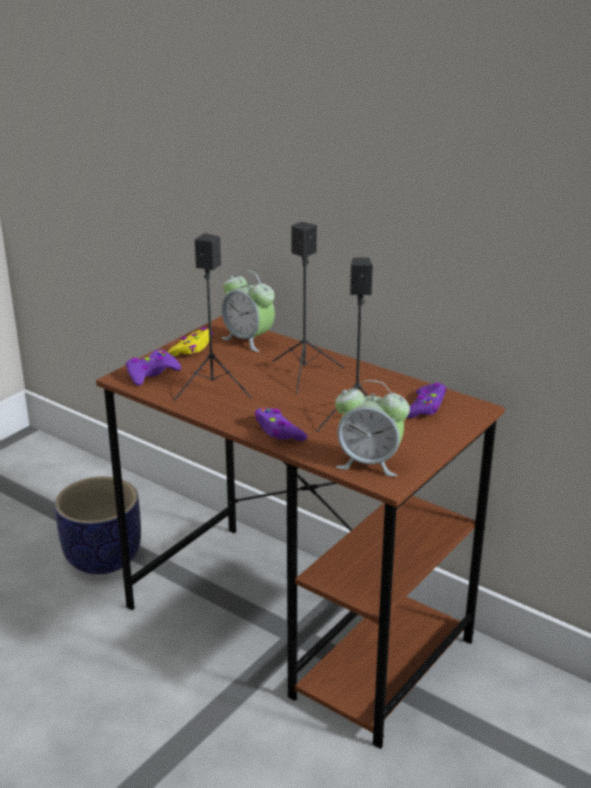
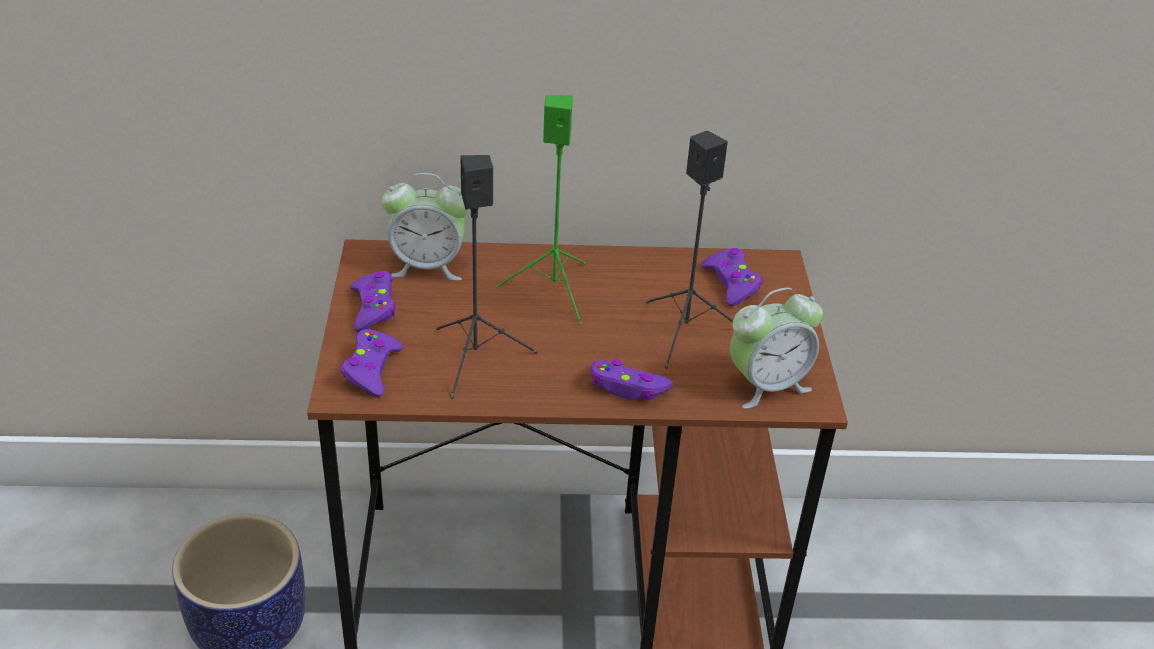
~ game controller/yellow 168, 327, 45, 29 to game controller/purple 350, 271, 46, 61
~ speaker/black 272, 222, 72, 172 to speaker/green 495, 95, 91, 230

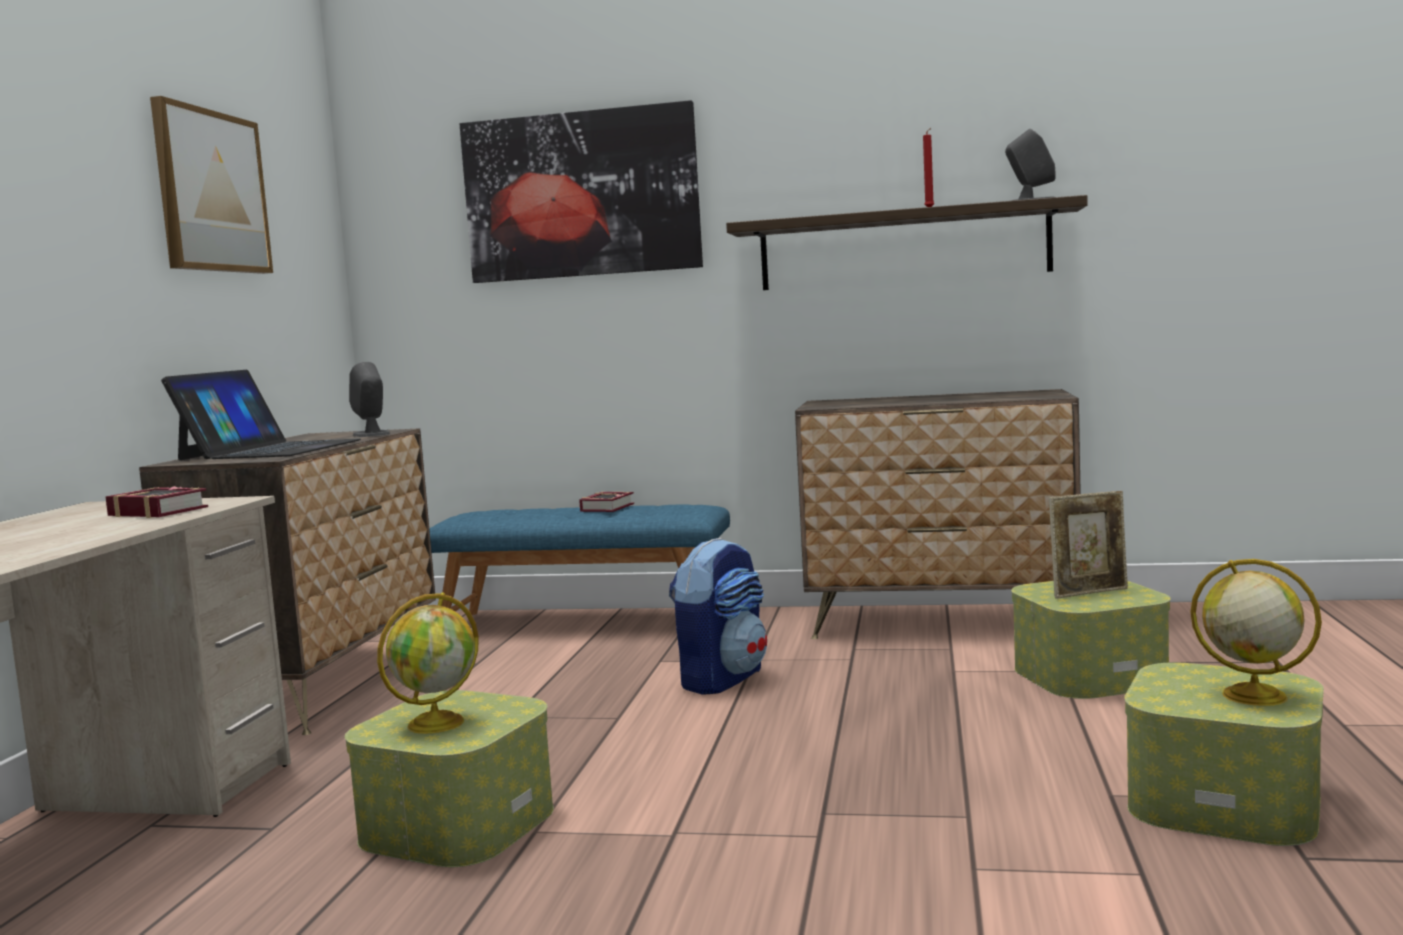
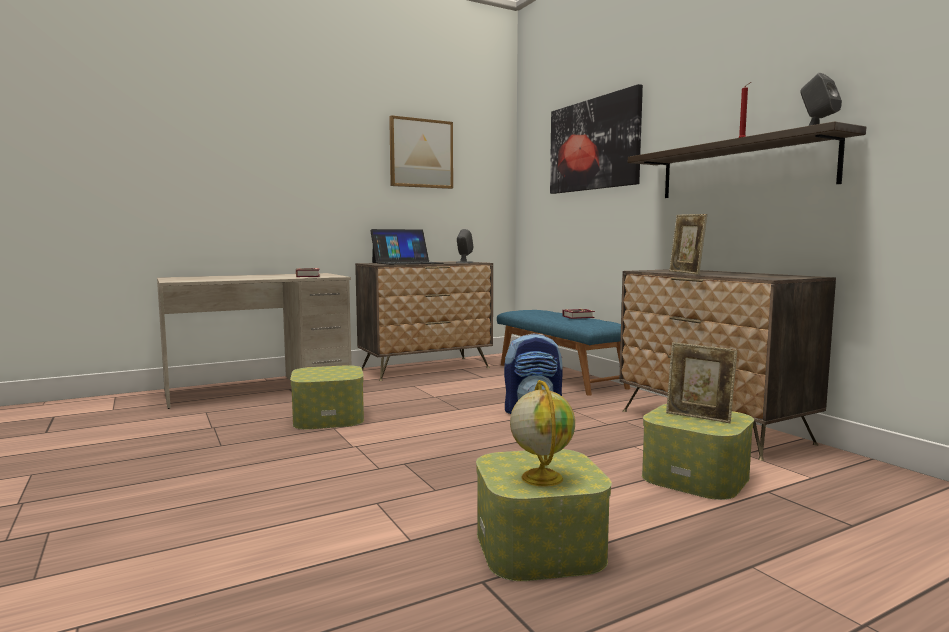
- globe 377, 592, 102, 142
+ picture frame 669, 214, 38, 61

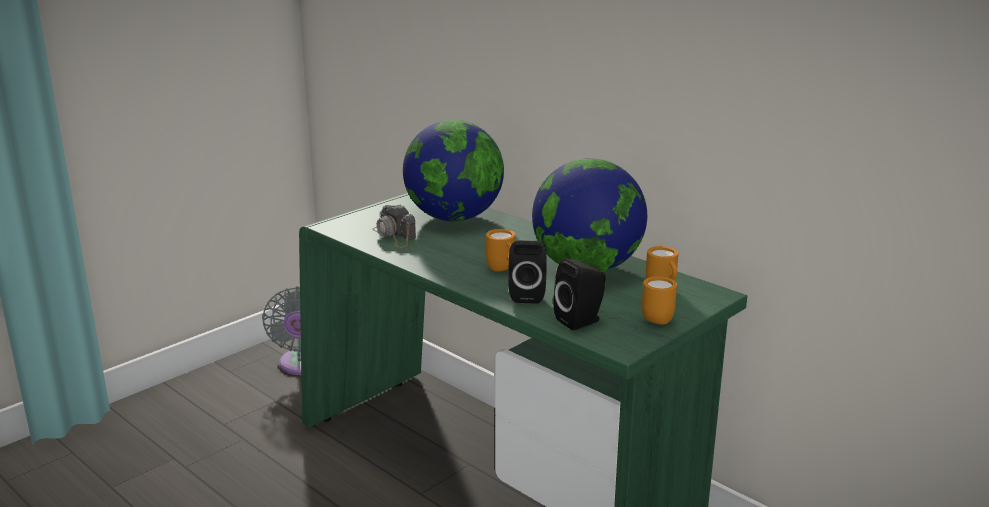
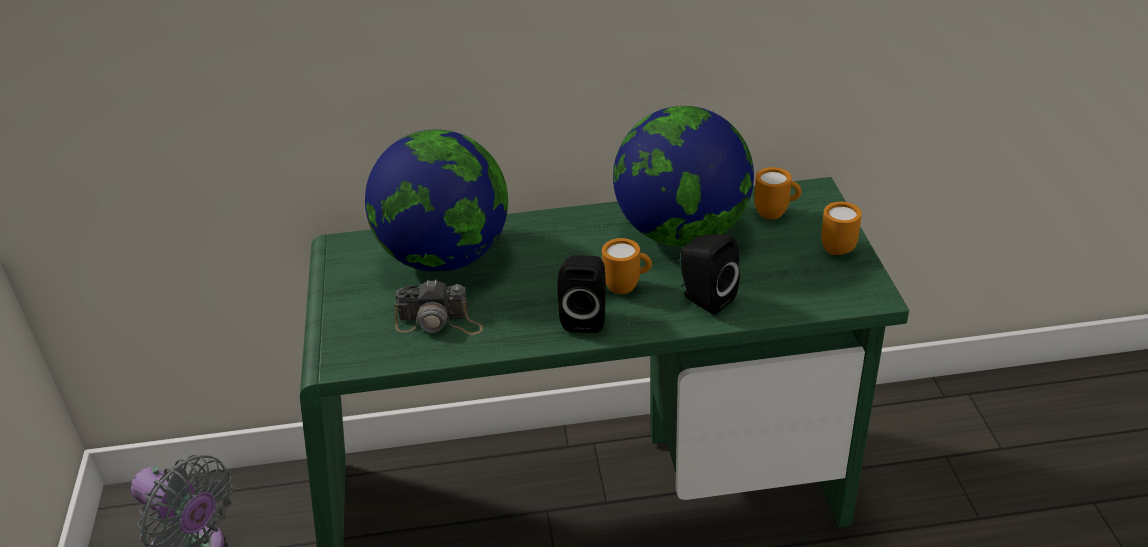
~ speaker/black 553, 258, 52, 72 to 557, 255, 49, 78

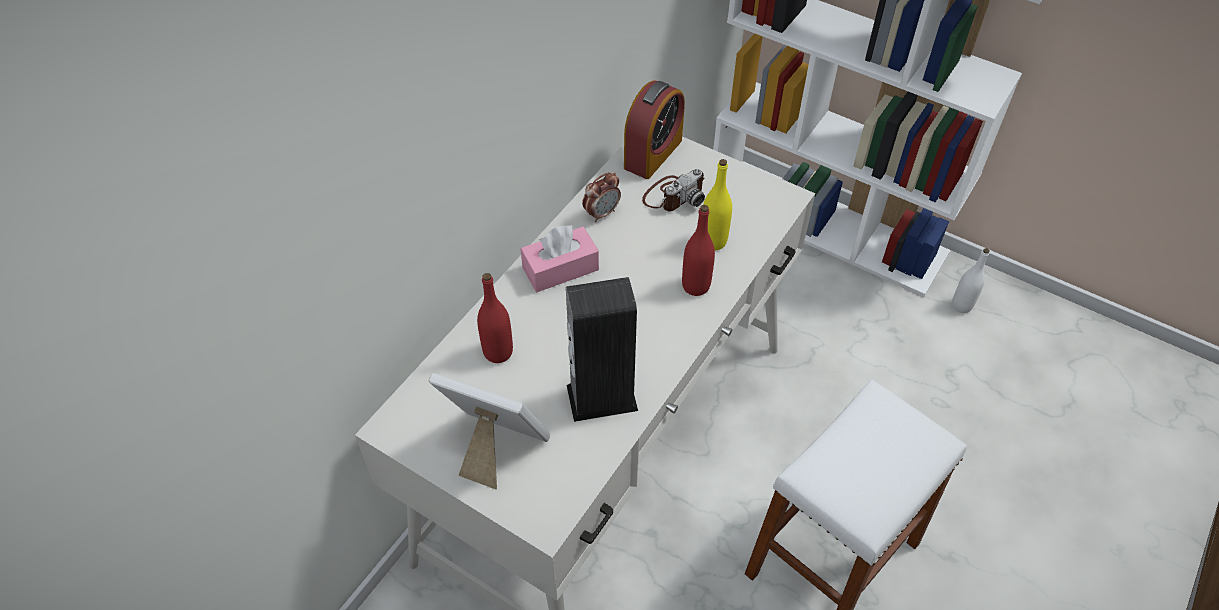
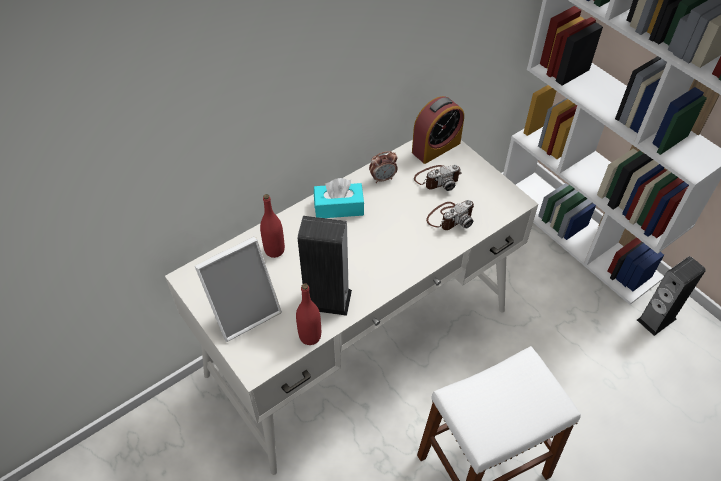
~ picture frame 429, 373, 121, 116 = 195, 237, 87, 105 105 degrees clockwise
~ tissue box/pink 521, 225, 78, 67 to tissue box/turquoise 314, 178, 50, 40
~ bottle/red 682, 205, 33, 91 to 296, 283, 25, 62
~ bottle/yellow 703, 159, 29, 91 to photo camera 426, 200, 48, 30
~ bottle/white 952, 248, 37, 65 to speaker 637, 256, 69, 80

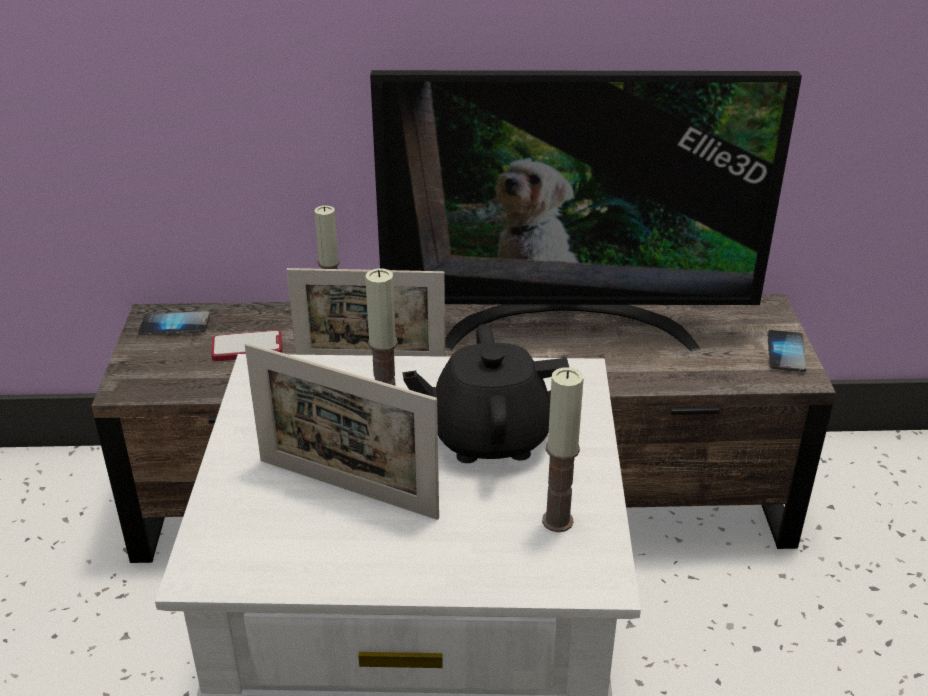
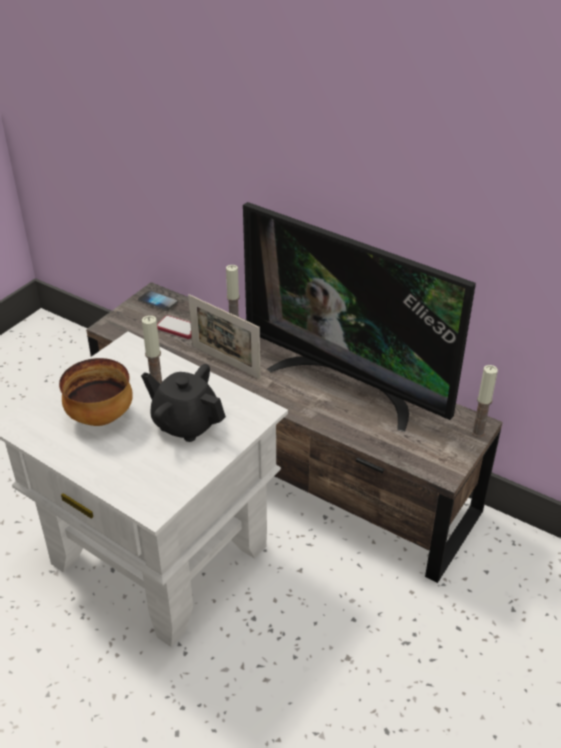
~ picture frame 245, 343, 194, 177 to bowl 59, 358, 74, 68
~ candle 542, 367, 42, 165 to 471, 365, 27, 72
- phone 767, 330, 40, 42

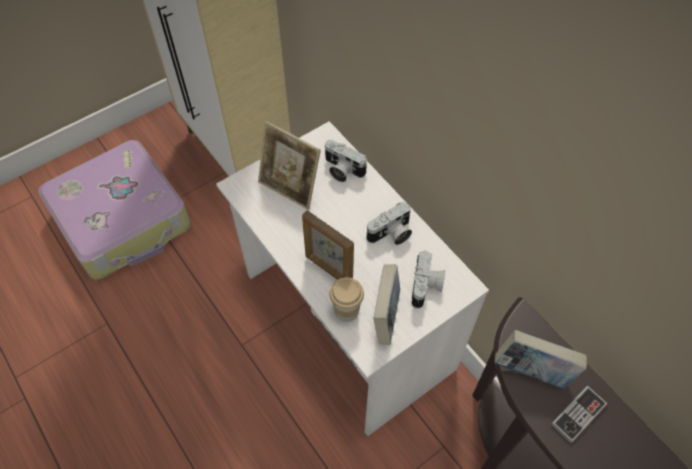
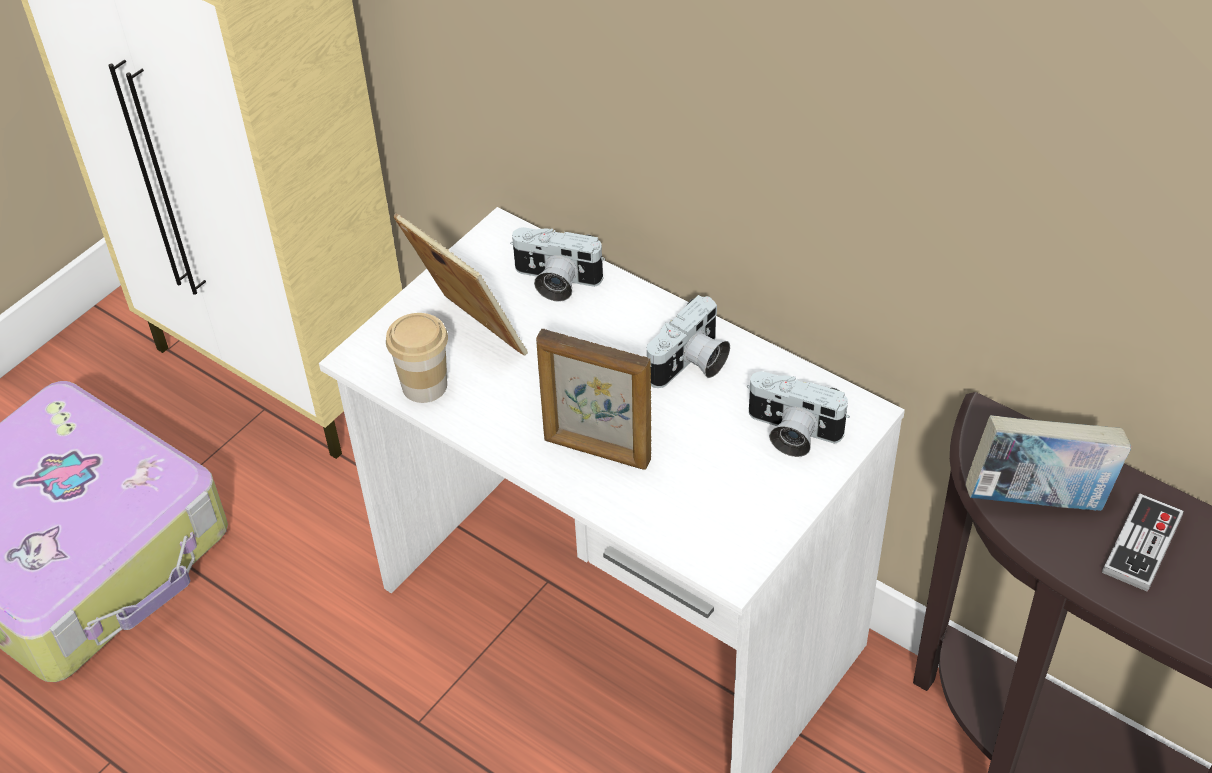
~ picture frame 258, 121, 63, 89 = 393, 213, 135, 143 150 degrees counterclockwise
~ cup 329, 277, 35, 45 to 386, 313, 62, 90
- book 373, 264, 27, 81
~ photo camera 412, 251, 33, 57 = 747, 371, 103, 86 120 degrees clockwise

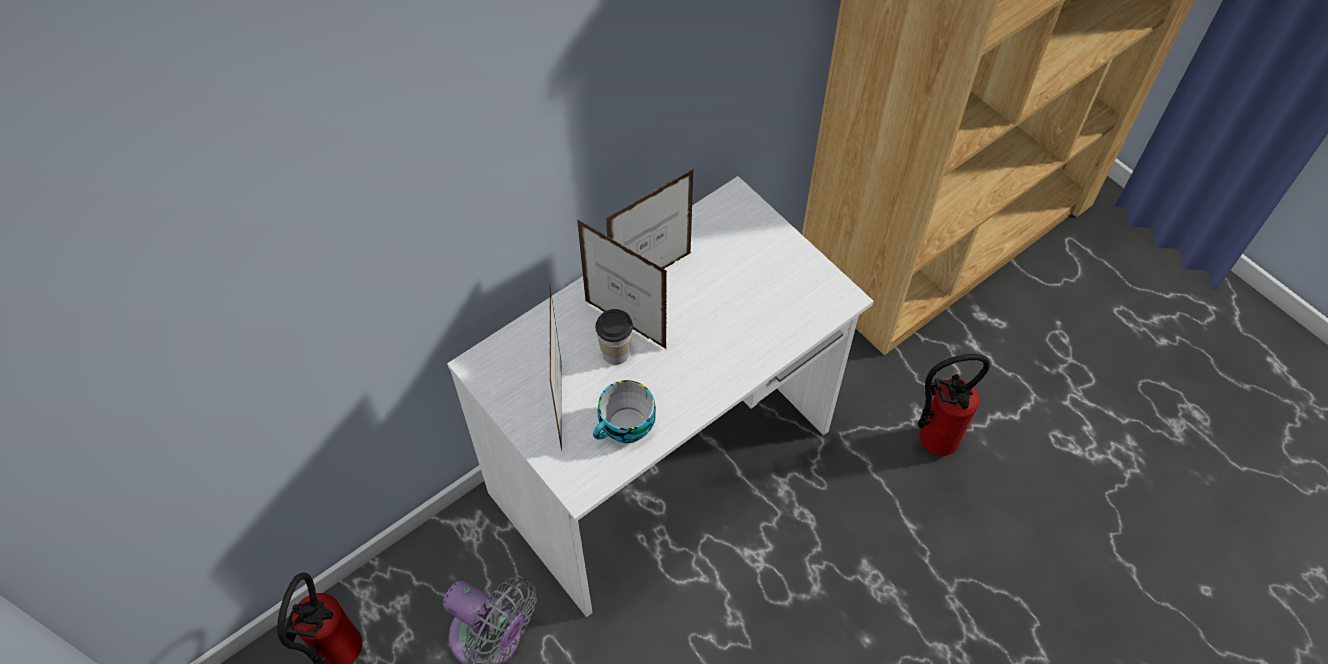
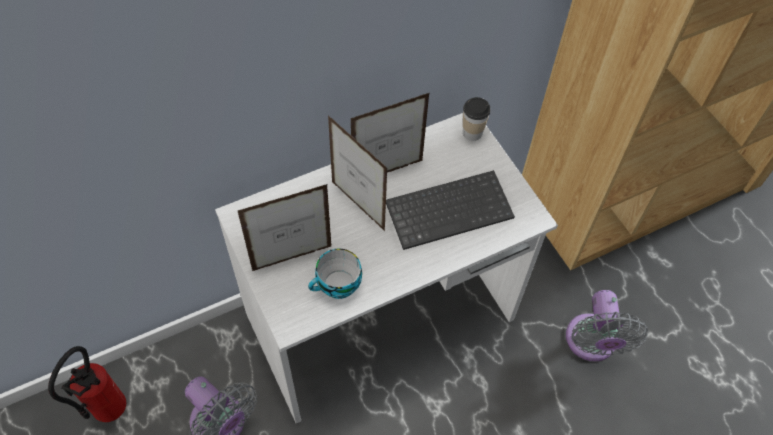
~ picture frame 550, 287, 12, 164 = 238, 184, 93, 87 60 degrees clockwise
~ cup 595, 309, 38, 56 to 463, 97, 28, 44
~ fire extinguisher 918, 354, 72, 102 to fan/grey 566, 290, 82, 71
+ keyboard 386, 170, 129, 80

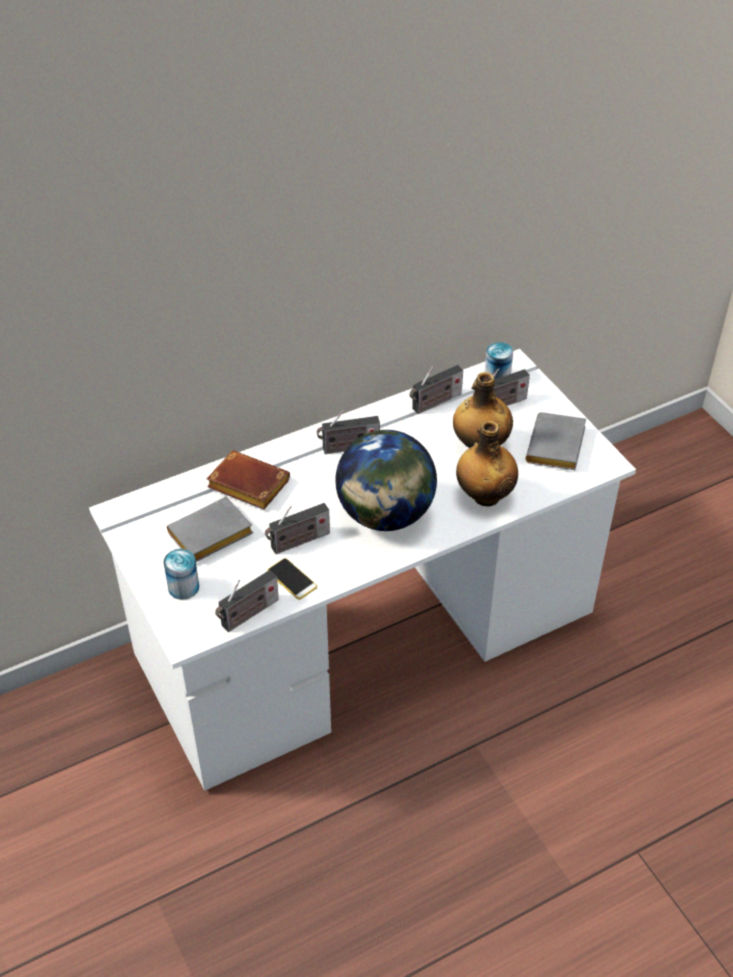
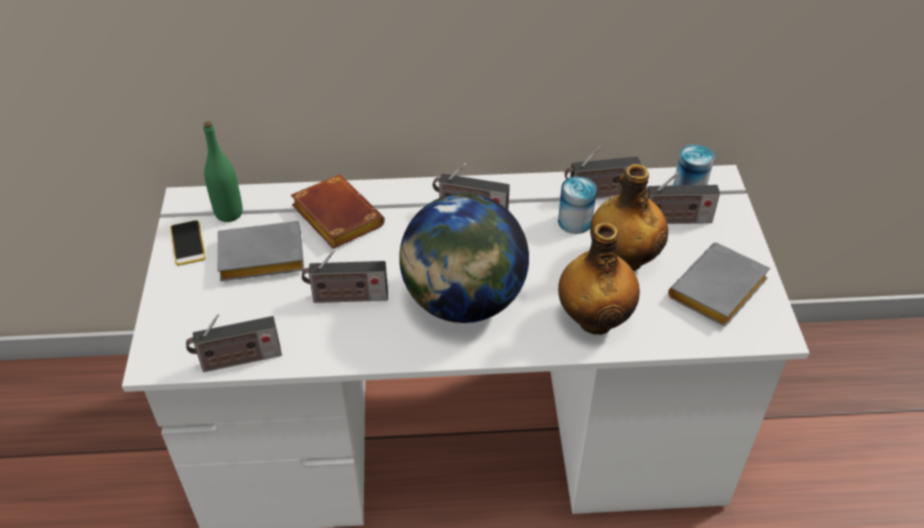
~ can 163, 549, 36, 51 to 558, 176, 39, 58
~ phone 267, 558, 50, 42 to 170, 220, 36, 45
+ bottle/green 203, 122, 40, 100

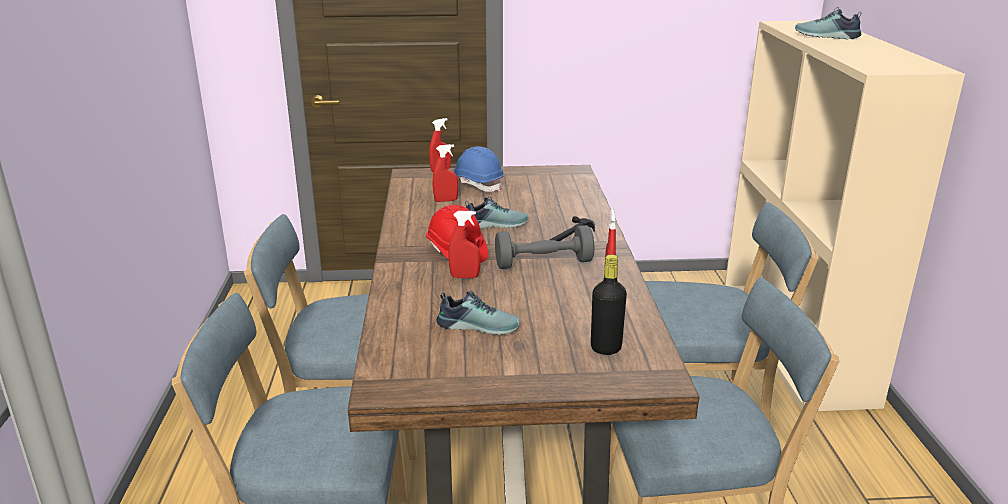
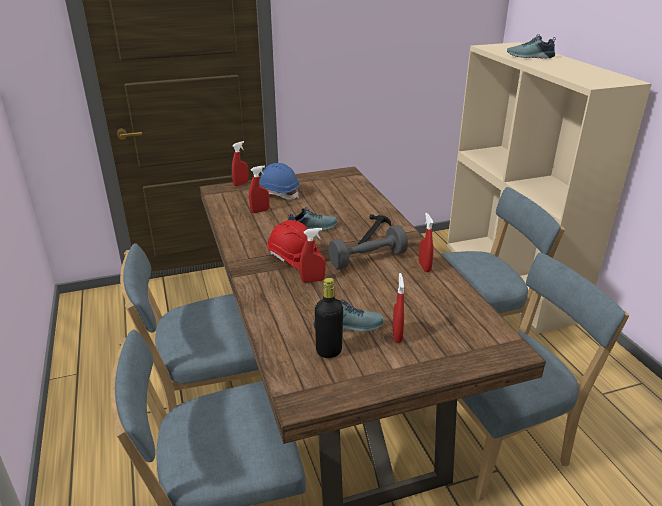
~ bottle/black 591, 255, 36, 100 to 315, 278, 28, 80
+ spray bottle/red 393, 273, 11, 70

